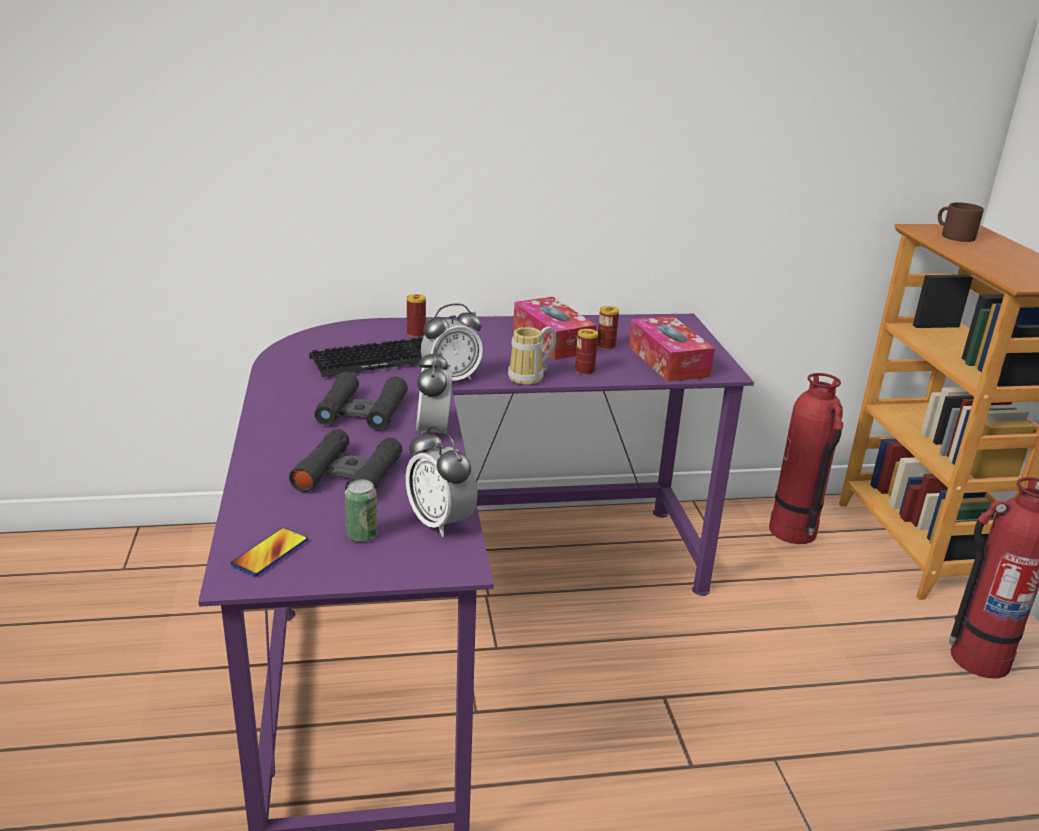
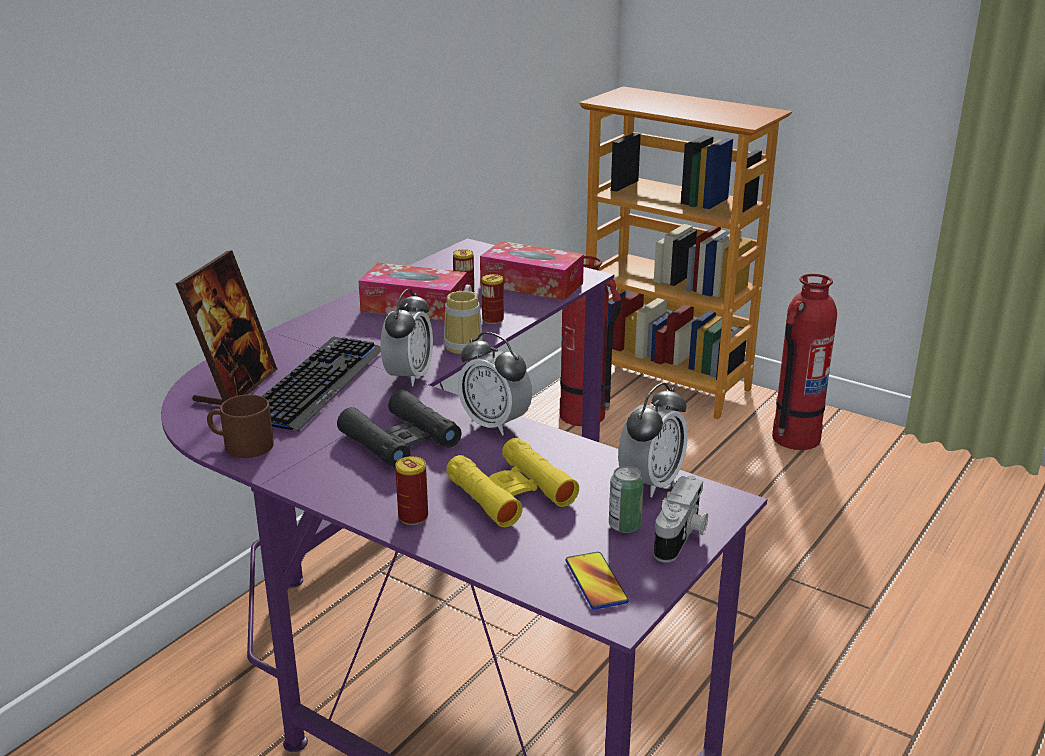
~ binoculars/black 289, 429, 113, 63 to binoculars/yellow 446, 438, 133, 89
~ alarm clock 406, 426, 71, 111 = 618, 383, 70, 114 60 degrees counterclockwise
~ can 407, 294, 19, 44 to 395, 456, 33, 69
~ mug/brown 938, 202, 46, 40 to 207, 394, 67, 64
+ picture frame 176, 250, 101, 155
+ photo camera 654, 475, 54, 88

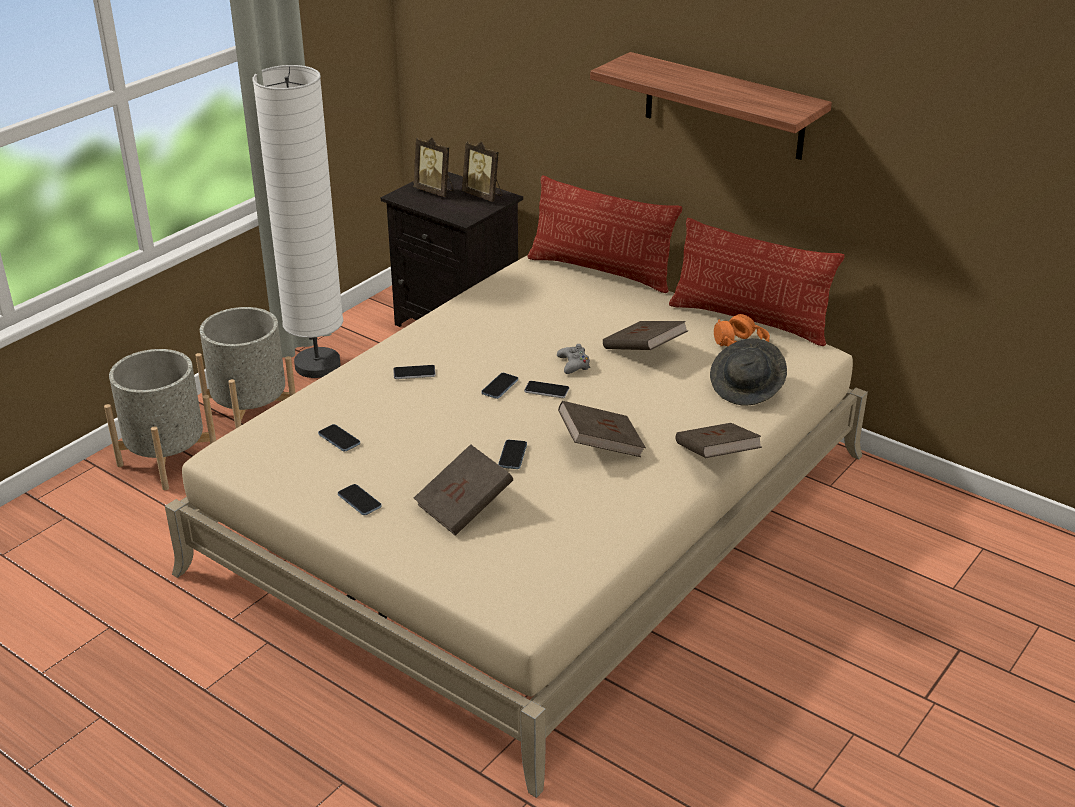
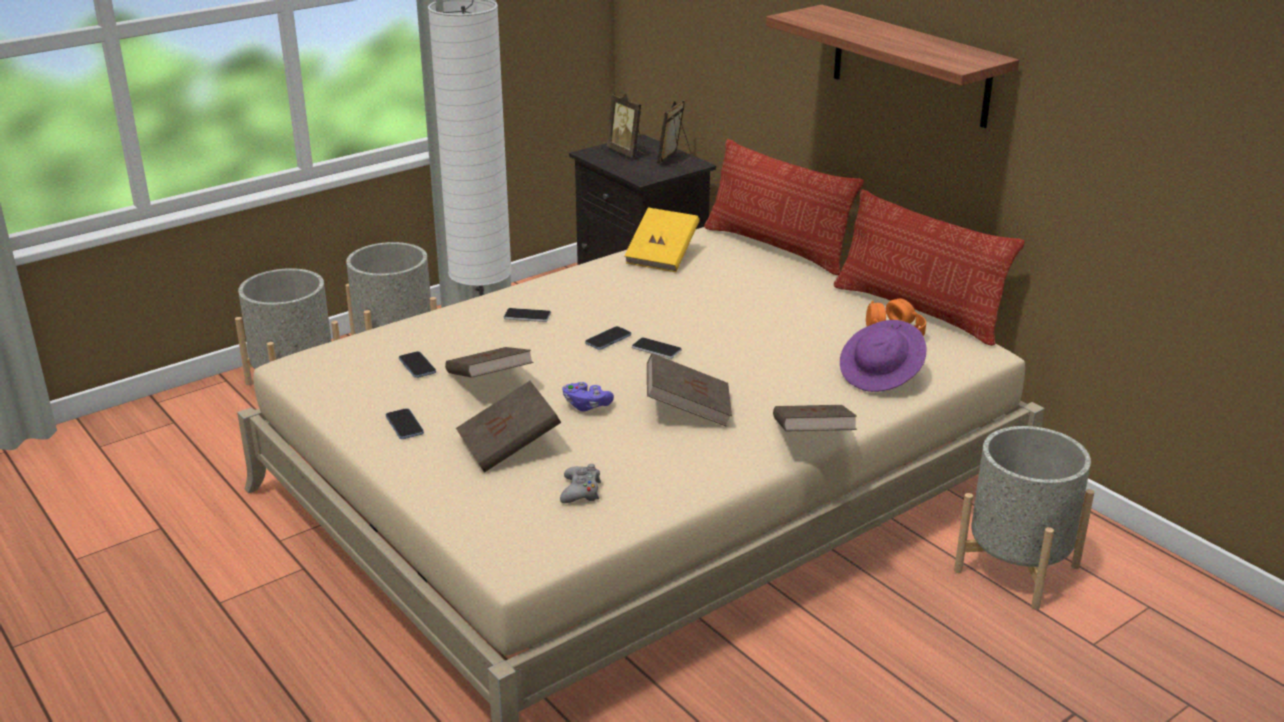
~ picture frame 462, 141, 40, 61 = 657, 100, 35, 67 60 degrees clockwise
~ phone 498, 440, 29, 29 to game controller/purple 562, 382, 52, 30
~ game controller/grey 557, 344, 33, 30 to 560, 464, 41, 39
~ book/brown 603, 321, 85, 29 to 445, 347, 89, 31
~ hat/grey 710, 338, 77, 68 to hat/purple 840, 320, 86, 72
+ book/yellow 624, 208, 76, 64
+ planter/grey 954, 426, 140, 184

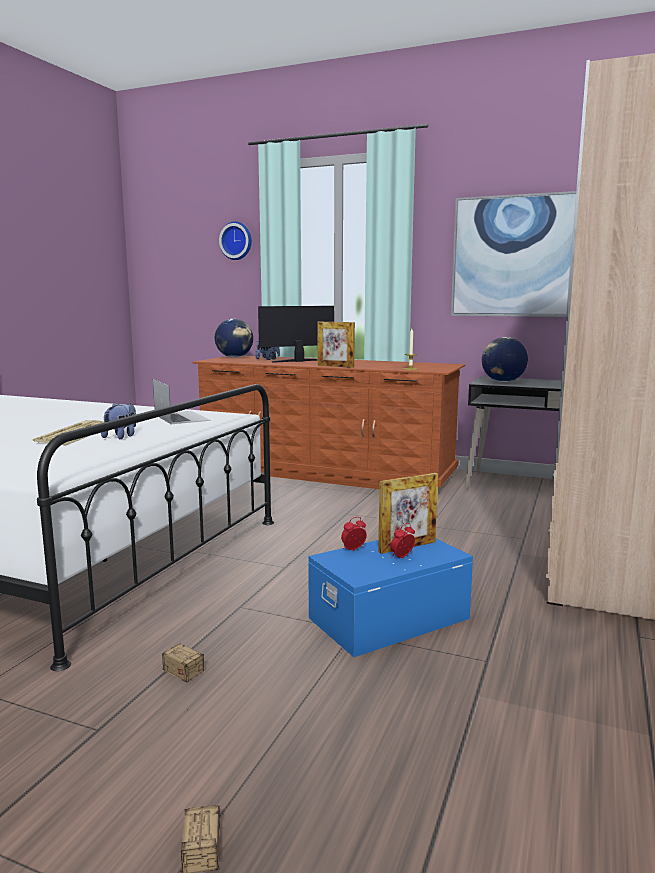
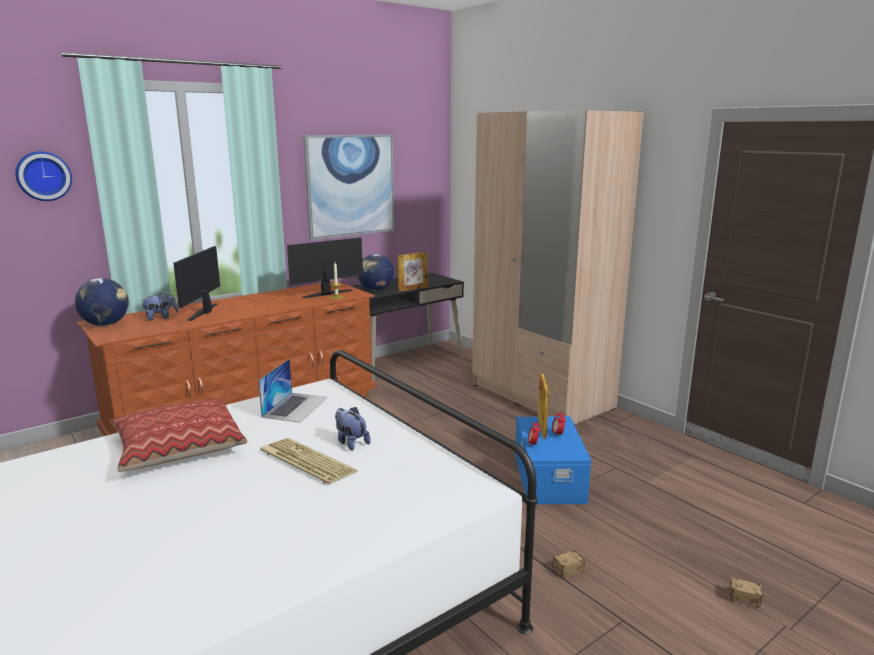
~ laptop 153, 379, 57, 45 = 258, 359, 70, 64 105 degrees clockwise
~ picture frame 317, 322, 38, 46 to 398, 252, 30, 39
+ pillow 110, 398, 137, 74
+ monitor 287, 237, 76, 61

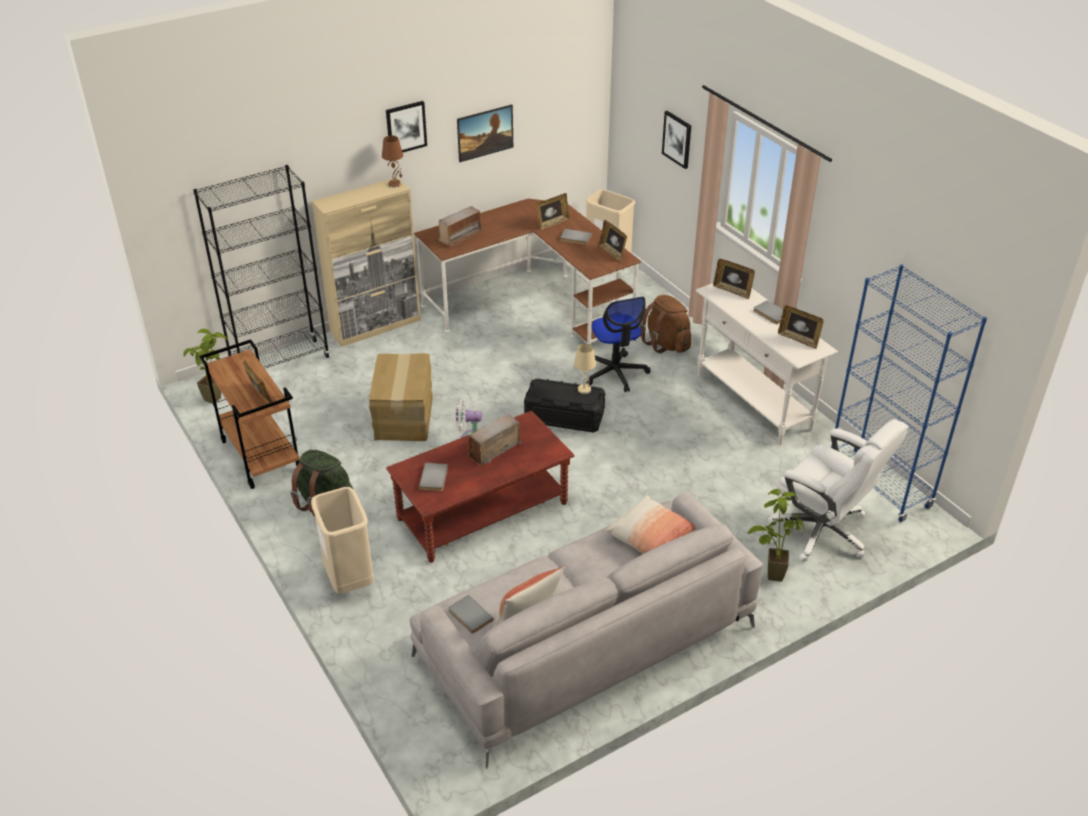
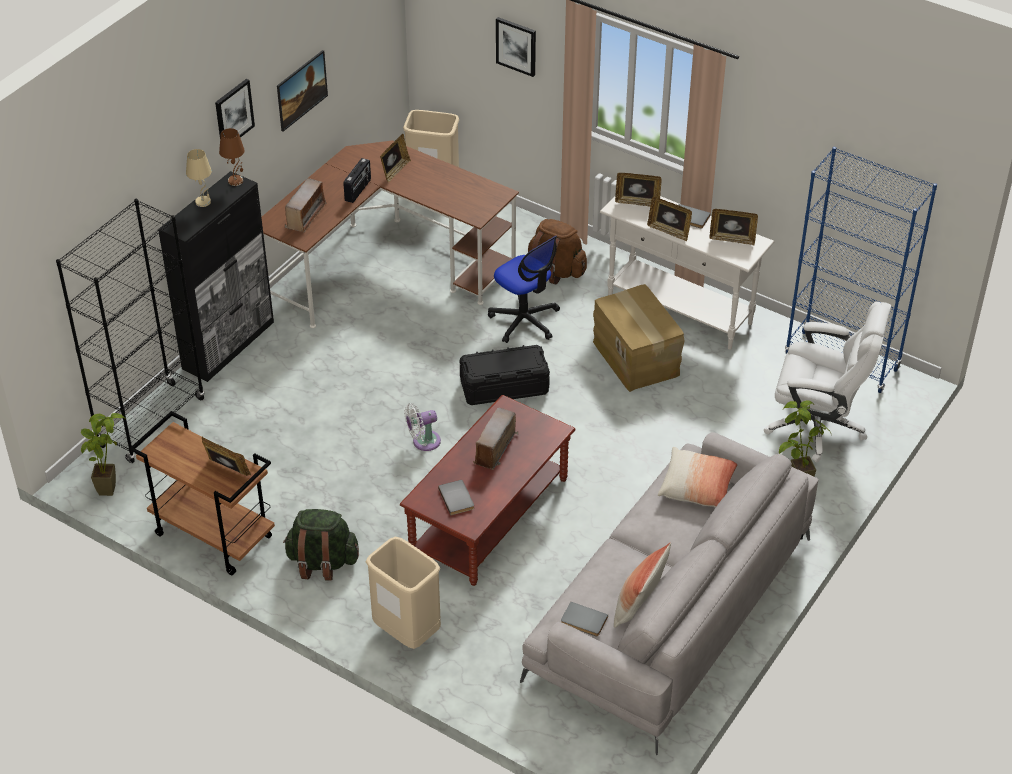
~ cabinet/beige 312, 177, 109, 170 to cabinet/black 158, 171, 116, 211
~ cardboard box 369, 353, 64, 88 to 593, 284, 92, 108
- book/grey 560, 229, 32, 16
~ table lamp/beige 574, 344, 22, 50 to 186, 149, 26, 58
~ picture frame 599, 220, 28, 42 to 647, 197, 45, 44
+ radio 343, 158, 28, 45

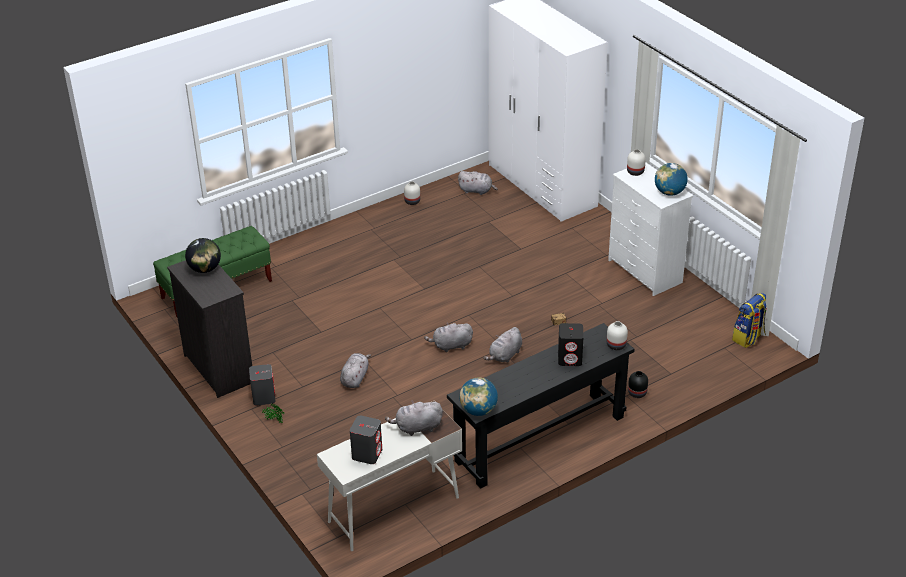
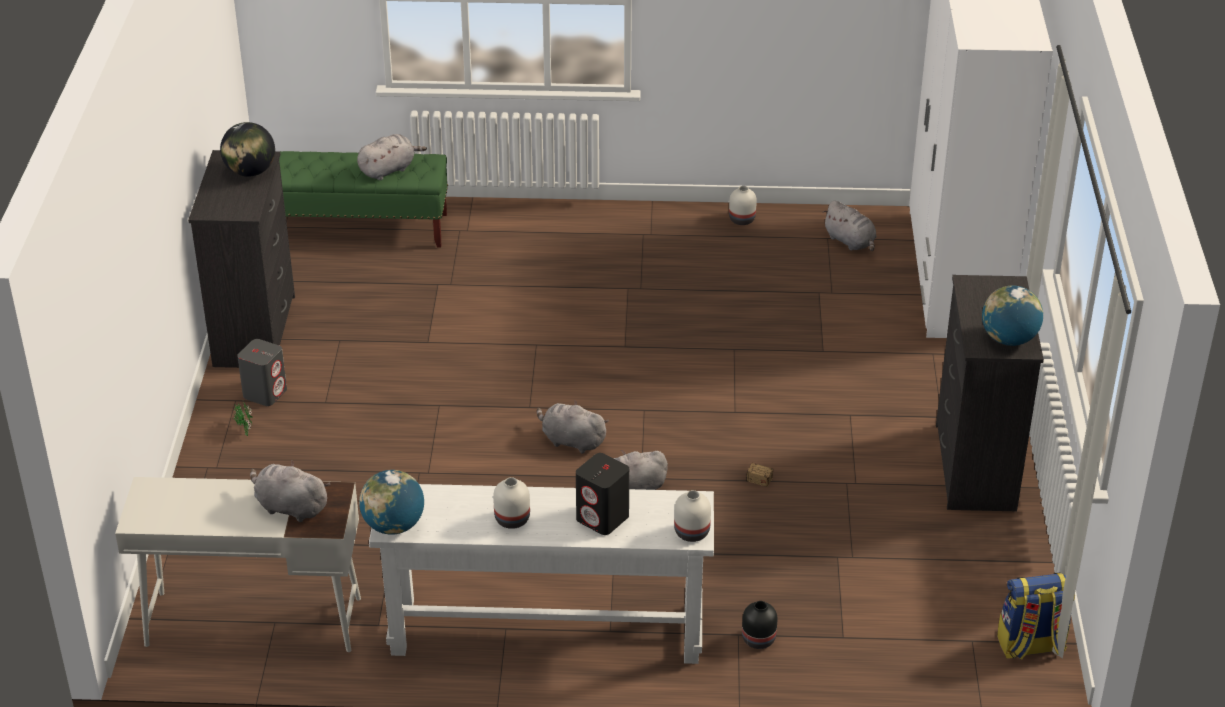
~ plush toy/grey 340, 353, 31, 35 to 357, 134, 70, 46
- speaker/grey 350, 415, 32, 49
~ console table/black 447, 323, 188, 166 to console table/white 369, 484, 345, 180
~ dresser/white 608, 162, 85, 134 to dresser/black 936, 275, 108, 236
~ vase/white 627, 149, 19, 27 to 493, 477, 37, 52

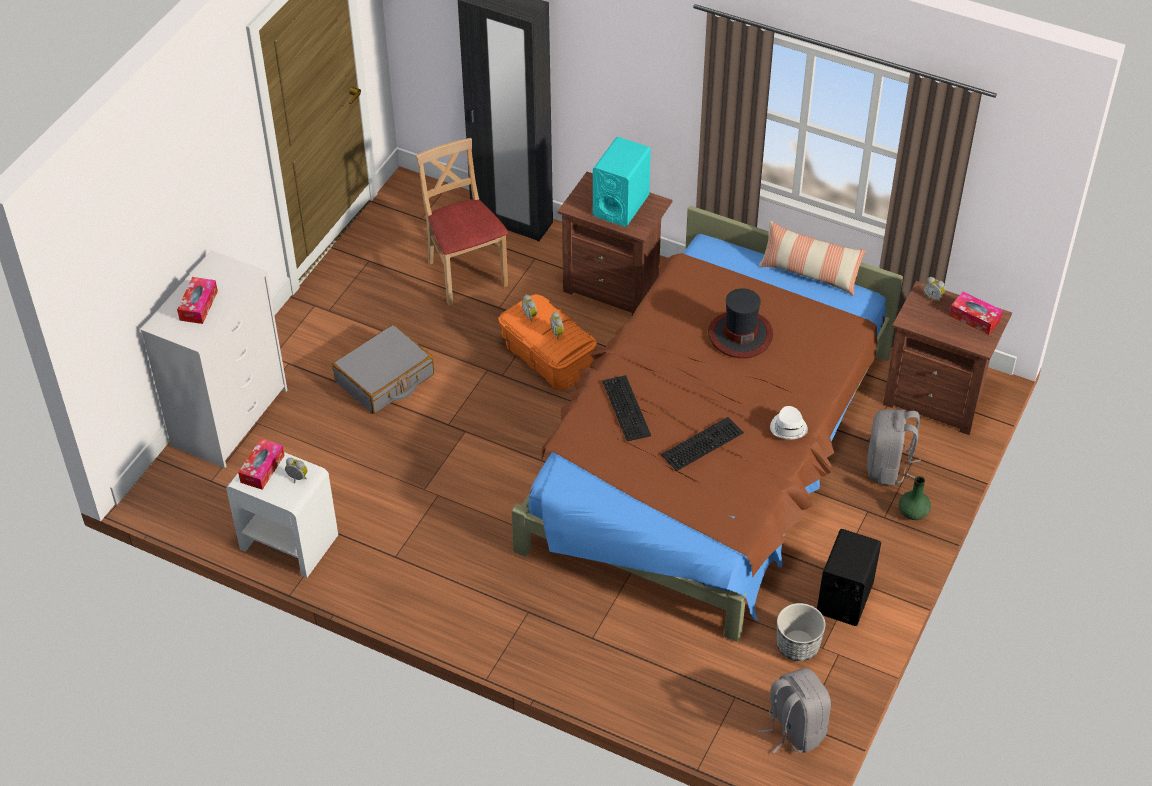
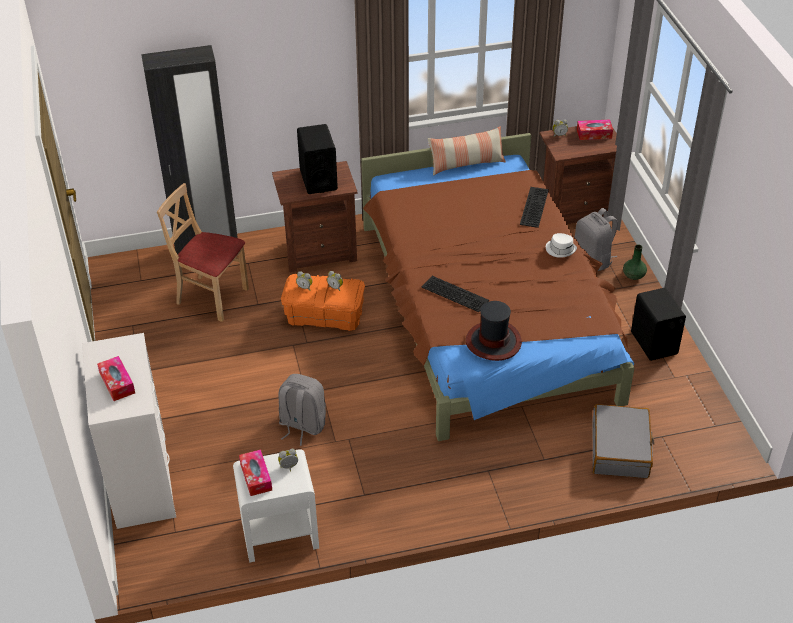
~ suitcase/grey 332, 324, 102, 90 to 593, 404, 62, 74
~ speaker/turquoise 593, 137, 58, 90 to speaker/black 297, 124, 41, 70
~ keyboard 661, 417, 83, 54 to 520, 187, 29, 41
~ hat 708, 288, 65, 70 to 466, 301, 56, 60
~ backpack/grey 758, 668, 73, 86 to 279, 374, 47, 72
- planter 777, 603, 48, 58

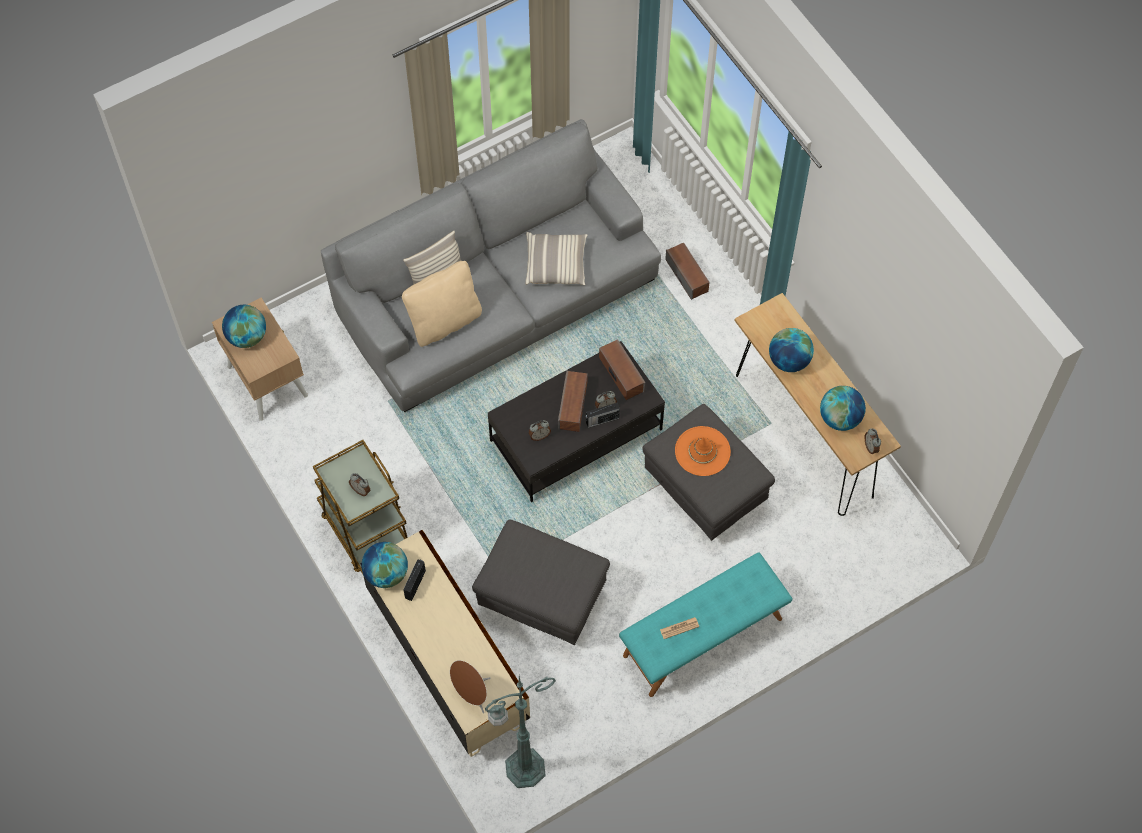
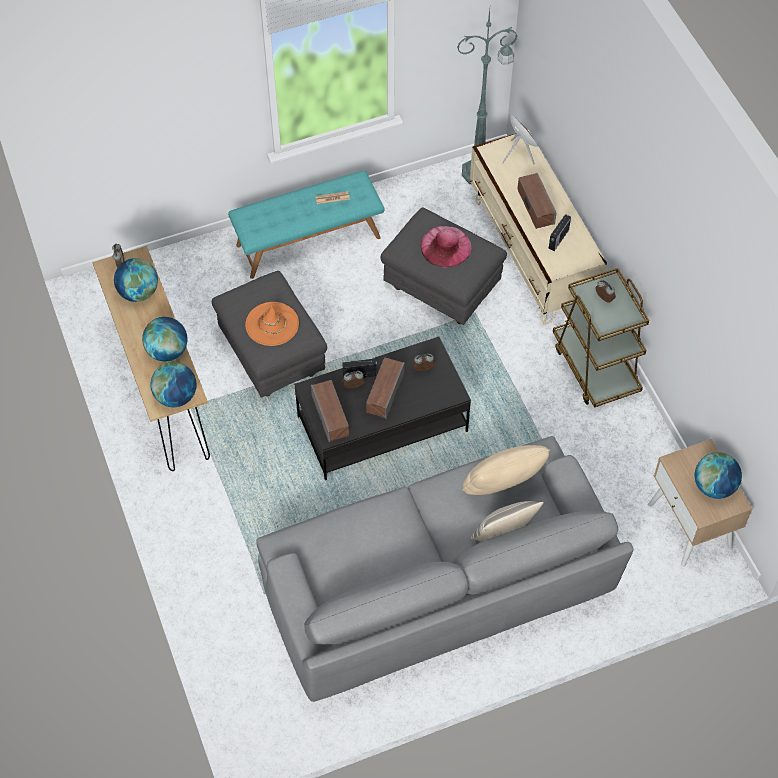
~ globe 361, 542, 47, 46 to 151, 362, 46, 45
- pillow 525, 232, 63, 53
~ speaker 665, 243, 45, 57 to 517, 173, 39, 56
+ hat/pink 421, 226, 50, 42

